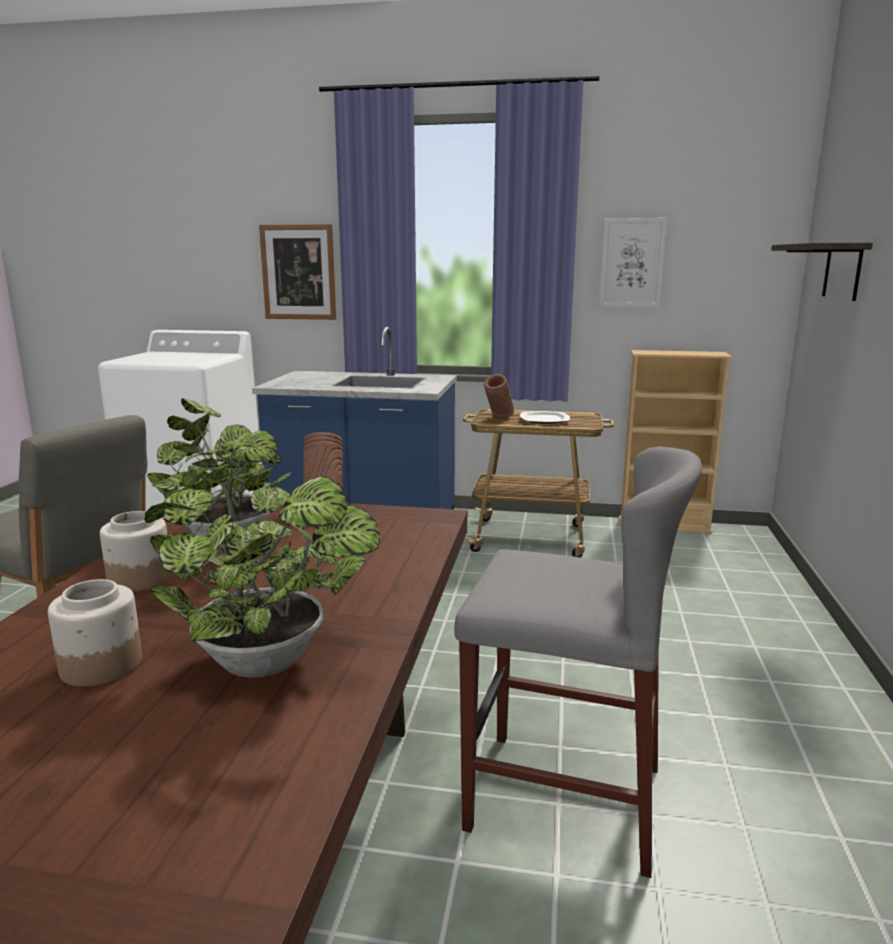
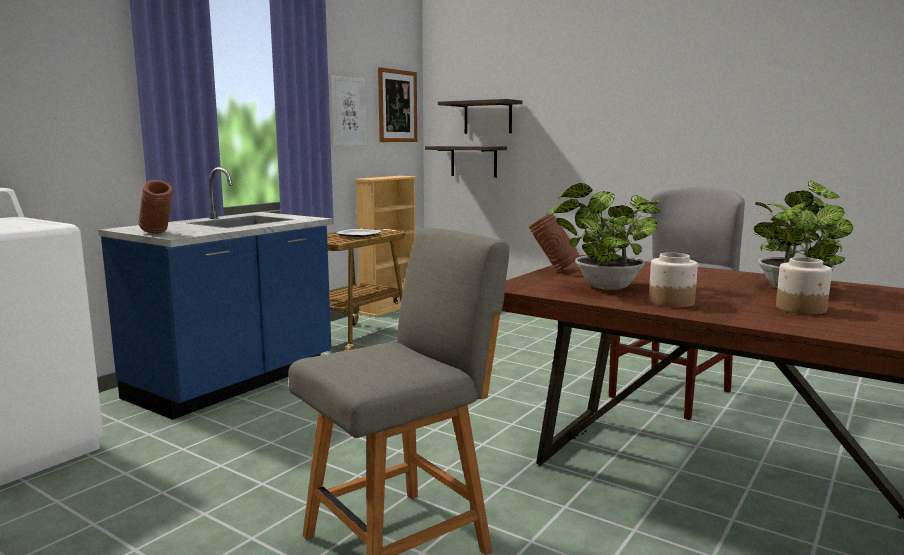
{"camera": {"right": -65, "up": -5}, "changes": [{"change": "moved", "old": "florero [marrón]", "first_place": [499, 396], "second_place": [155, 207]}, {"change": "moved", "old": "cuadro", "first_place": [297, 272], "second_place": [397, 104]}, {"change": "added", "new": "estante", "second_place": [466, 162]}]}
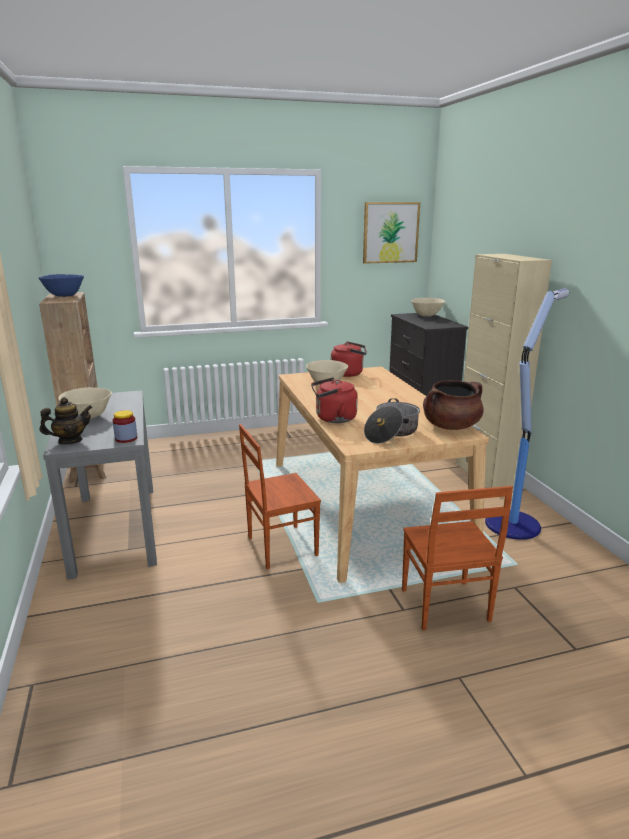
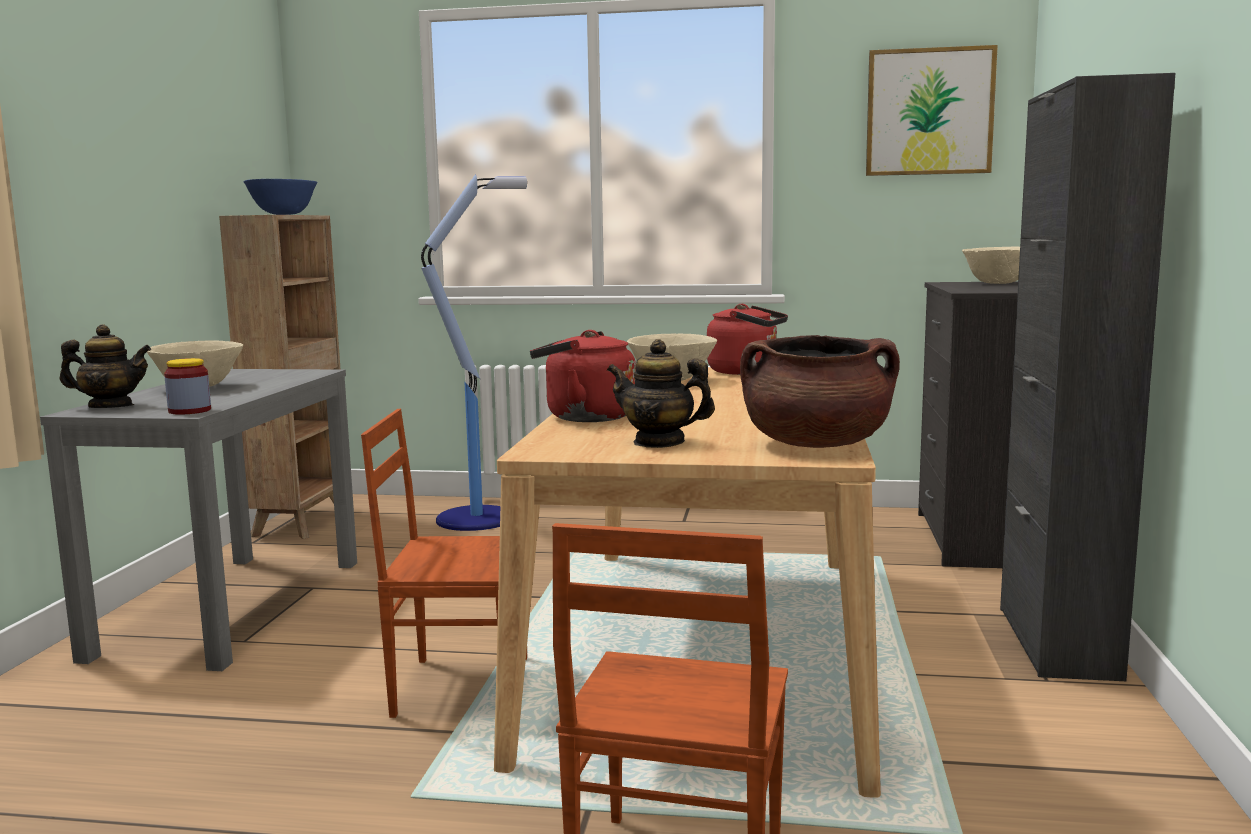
{"camera": {"right": 25, "up": -10}, "changes": [{"change": "moved", "old": "lámpara de pie", "first_place": [527, 414], "second_place": [474, 352]}, {"change": "replaced", "old": "olla", "new": "tetera", "first_place": [392, 421], "second_place": [661, 393]}, {"change": "recoloured", "old": "armario [beis]", "new": "armario [negro]", "first_place": [504, 372], "second_place": [1087, 377]}]}
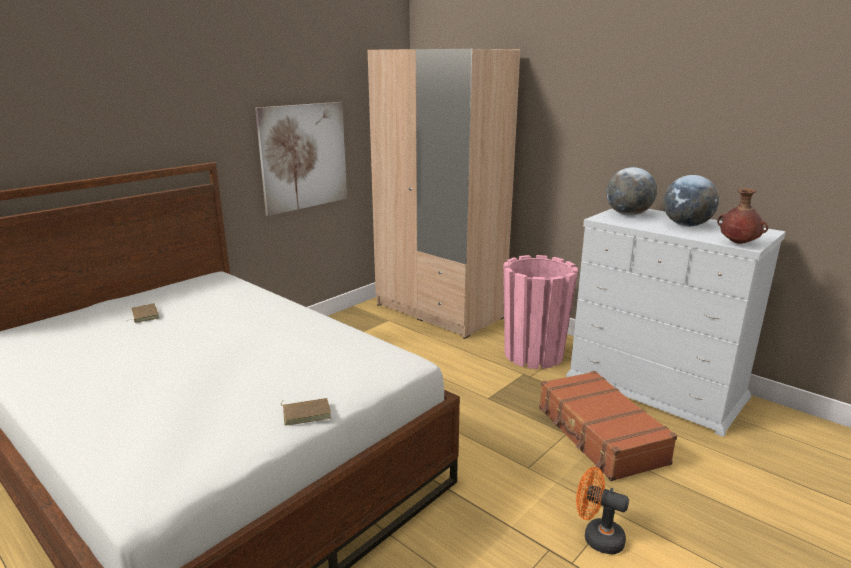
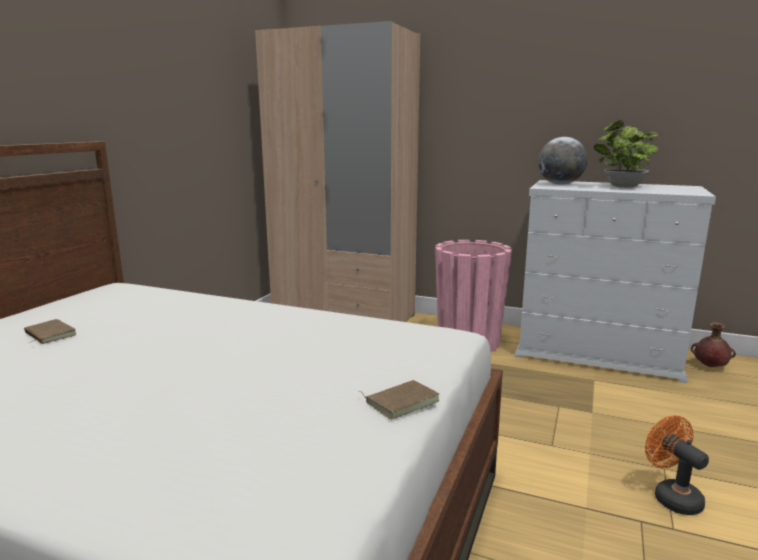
{"camera": {"right": -20, "up": -5}, "changes": [{"change": "replaced", "old": "globo terráqueo", "new": "planta en maceta", "first_place": [691, 200], "second_place": [626, 154]}, {"change": "turned", "old": "ventilador [naranja]", "first_place": [602, 511], "second_place": [677, 465], "degrees": 60}, {"change": "moved", "old": "florero [marrón]", "first_place": [743, 216], "second_place": [713, 344]}, {"change": "removed", "old": "cuadro", "first_place": [301, 159]}, {"change": "removed", "old": "maleta [marrón]", "first_place": [608, 426]}]}
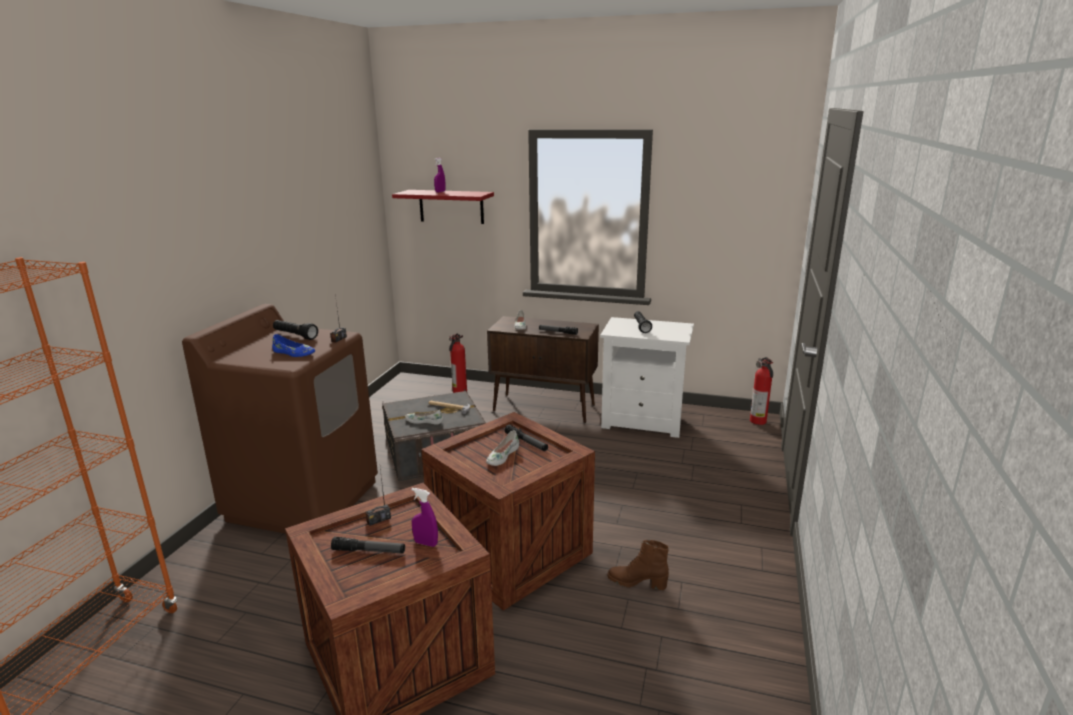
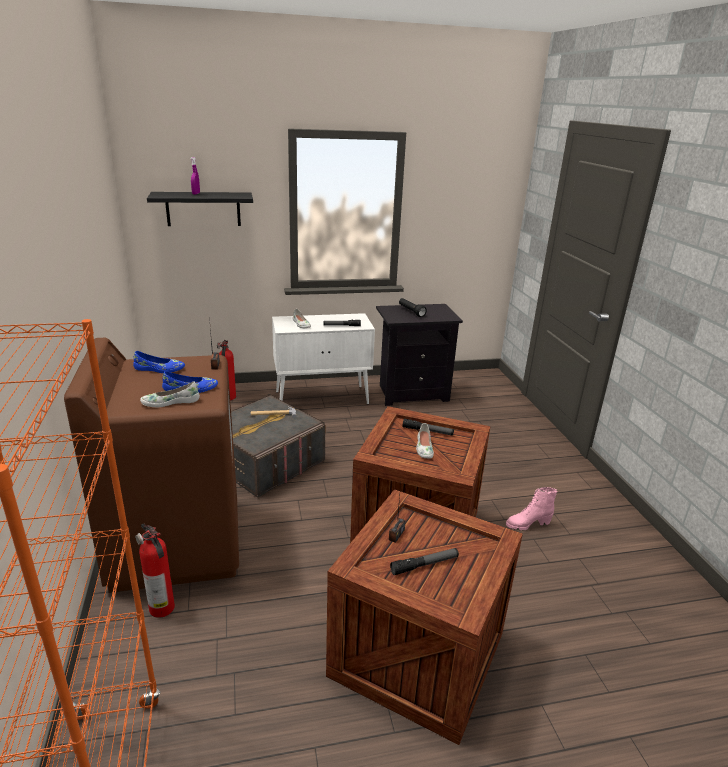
{"camera": {"right": -30, "up": 5}, "changes": [{"change": "replaced", "old": "linterna [negro]", "new": "zapato [azul]", "first_place": [295, 330], "second_place": [159, 362]}, {"change": "moved", "old": "extintor", "first_place": [761, 391], "second_place": [155, 571]}, {"change": "moved", "old": "zapato [blanco]", "first_place": [424, 417], "second_place": [170, 394]}, {"change": "recoloured", "old": "estante [rojo]", "new": "estante [negro]", "first_place": [443, 207], "second_place": [200, 209]}, {"change": "recoloured", "old": "armario [marrón]", "new": "armario [blanco]", "first_place": [543, 369], "second_place": [323, 358]}, {"change": "recoloured", "old": "mesita de noche [blanco]", "new": "mesita de noche [negro]", "first_place": [647, 377], "second_place": [419, 355]}, {"change": "recoloured", "old": "bota [marrón]", "new": "bota [rosa]", "first_place": [638, 565], "second_place": [531, 509]}, {"change": "removed", "old": "pulverizador [morado]", "first_place": [424, 517]}]}
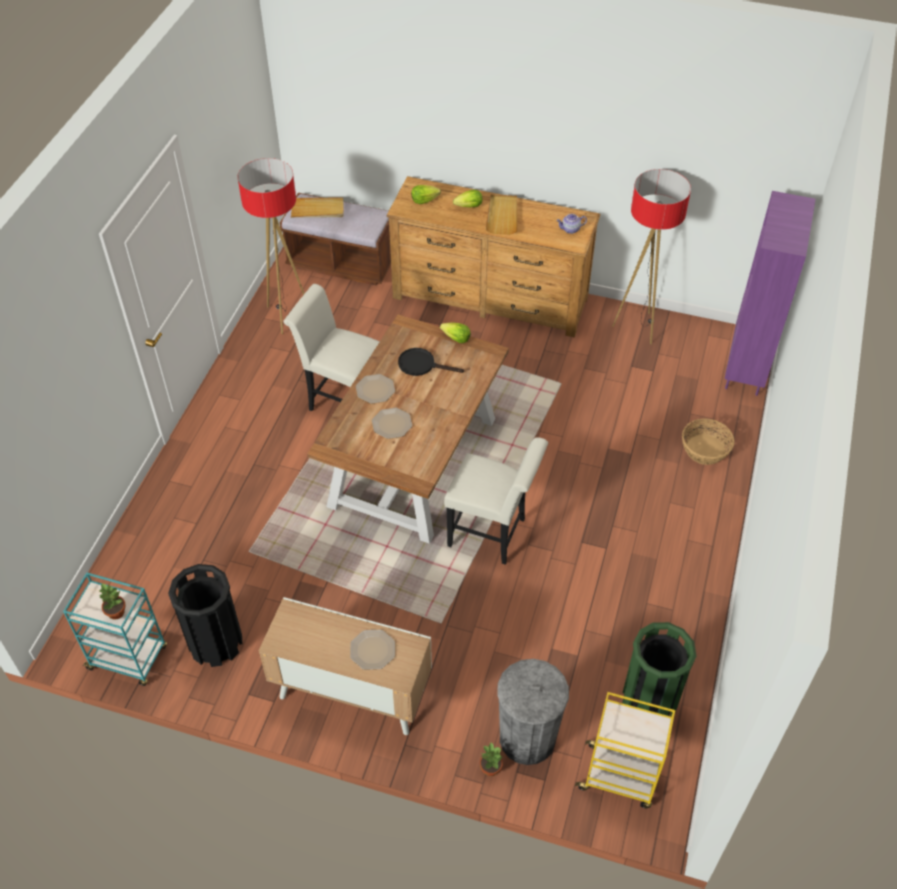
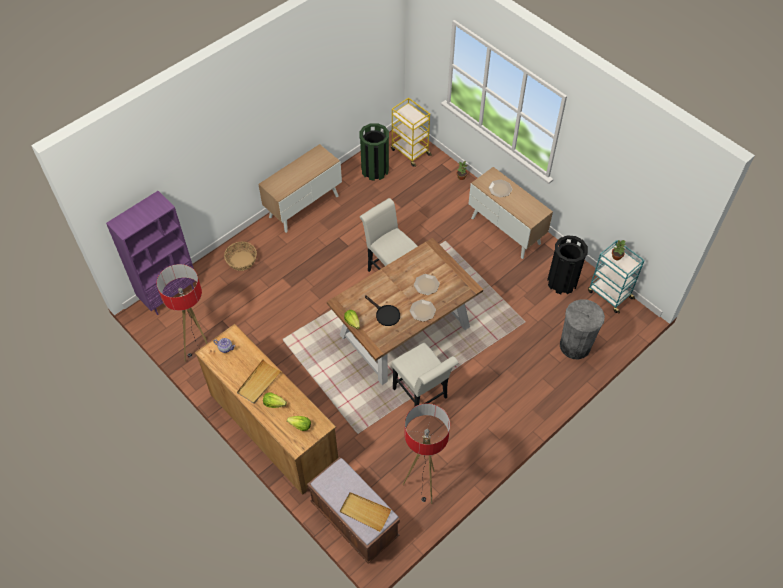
{"camera": {"right": -150, "up": 5}, "changes": [{"change": "added", "new": "armario", "second_place": [300, 188]}, {"change": "moved", "old": "papelera [gris]", "first_place": [533, 712], "second_place": [582, 329]}]}
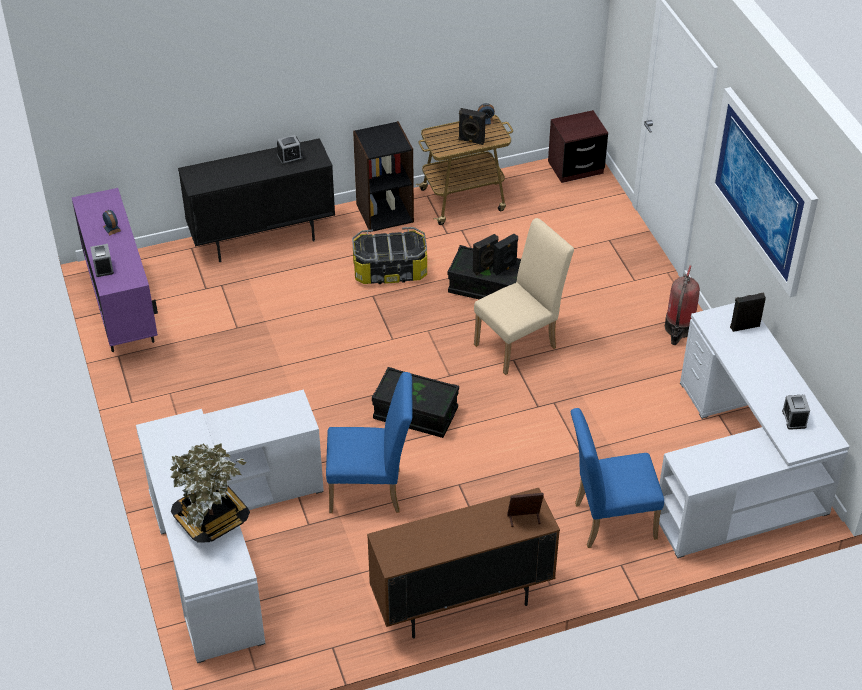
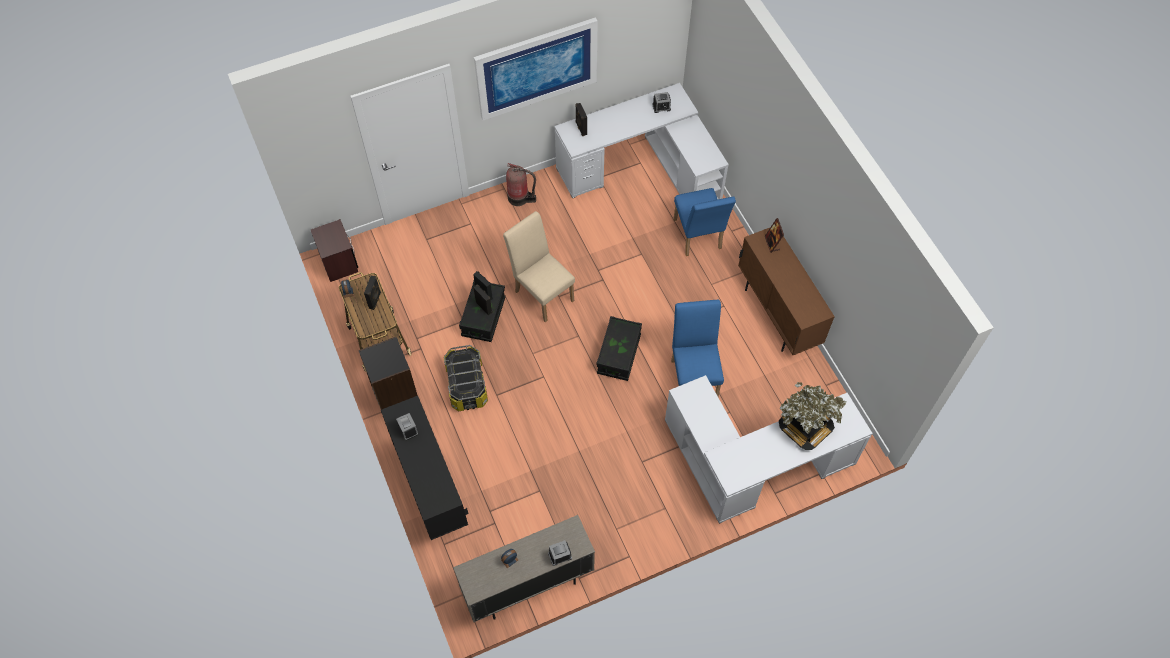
{"camera": {"right": -95, "up": 15}, "changes": [{"change": "recoloured", "old": "armario [morado]", "new": "armario [beis]", "first_place": [115, 270], "second_place": [524, 568]}]}
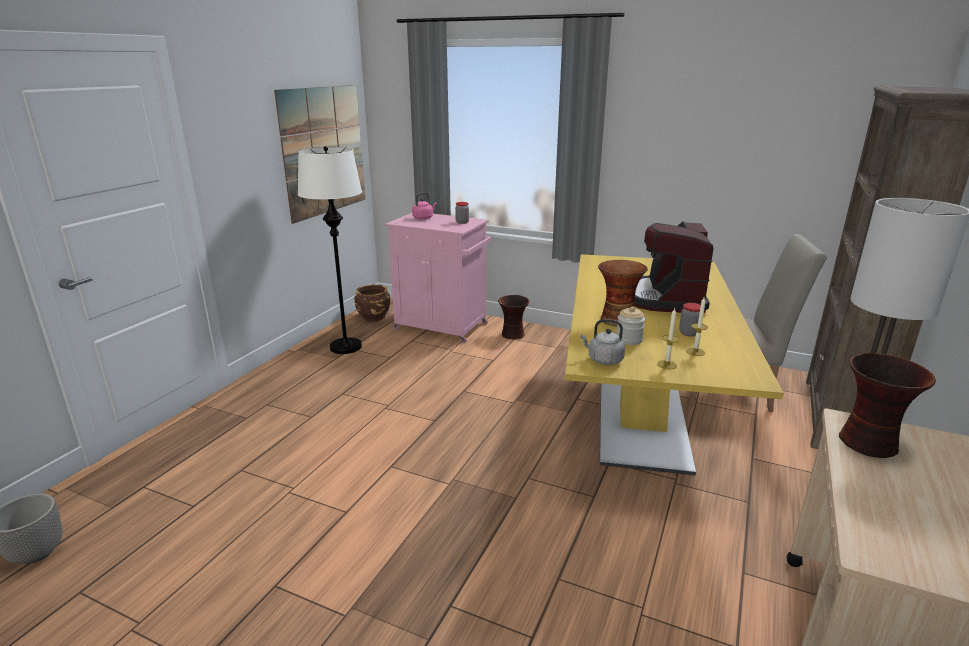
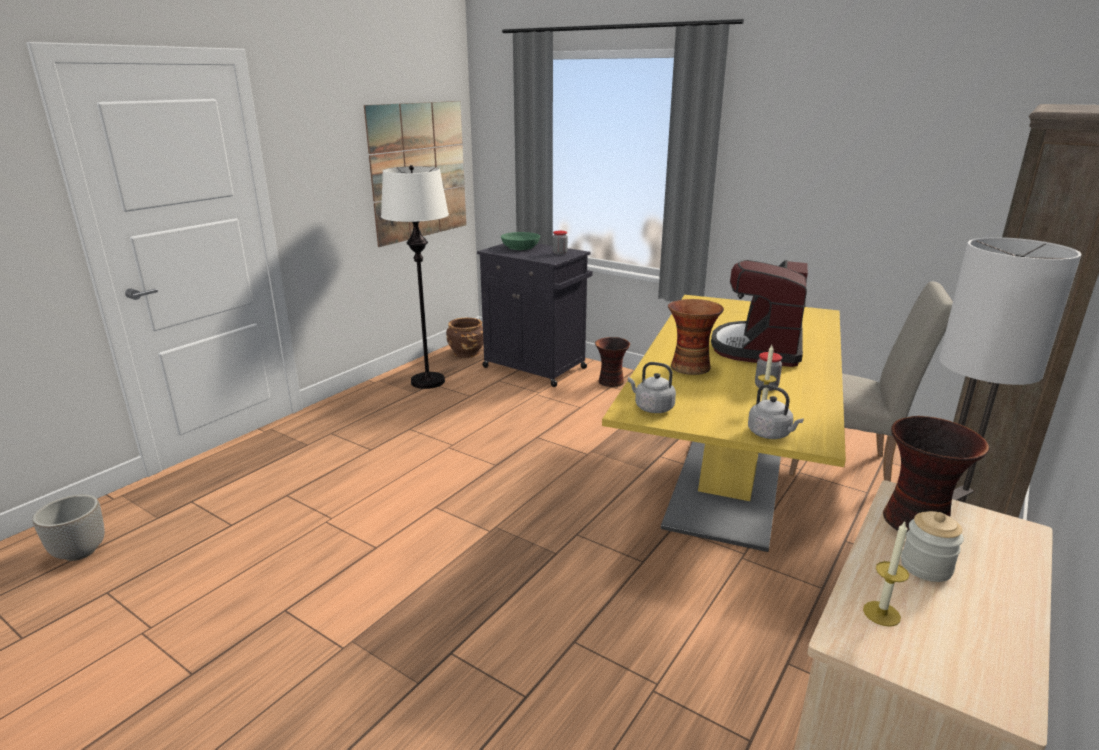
{"camera": {"right": 10, "up": 0}, "changes": [{"change": "recoloured", "old": "armario [rosa]", "new": "armario [negro]", "first_place": [438, 278], "second_place": [535, 315]}, {"change": "replaced", "old": "hervidor [rosa]", "new": "cuenco [verde]", "first_place": [424, 206], "second_place": [520, 241]}, {"change": "added", "new": "hervidor [gris]", "second_place": [776, 411]}, {"change": "moved", "old": "vela", "first_place": [668, 338], "second_place": [886, 574]}, {"change": "moved", "old": "tarro", "first_place": [630, 325], "second_place": [932, 546]}]}
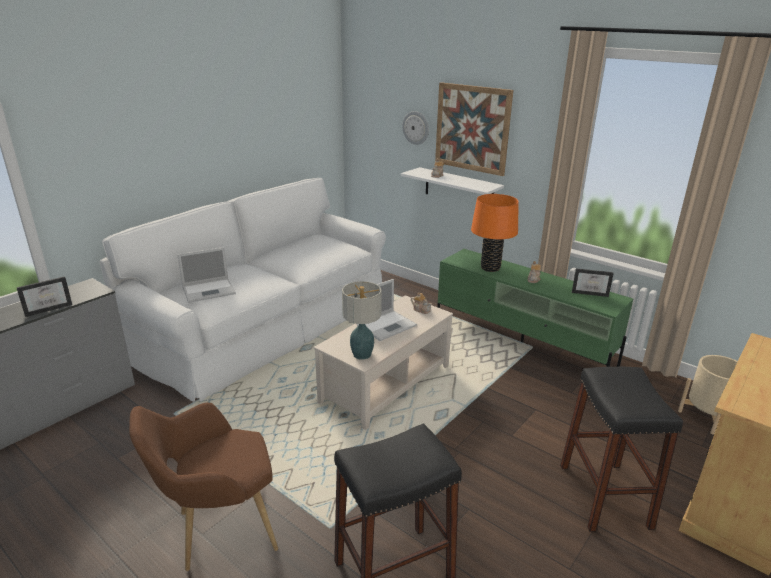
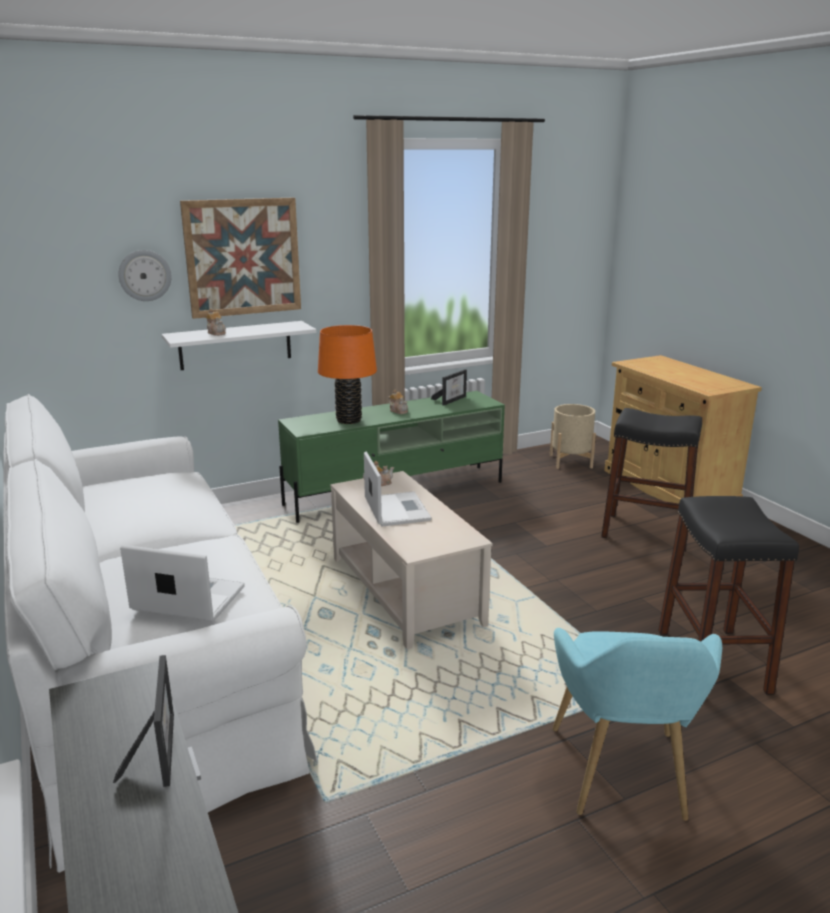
{"camera": {"right": -65, "up": -5}, "changes": [{"change": "turned", "old": "portátil", "first_place": [206, 275], "second_place": [182, 583], "degrees": -75}, {"change": "recoloured", "old": "sillón [marrón]", "new": "sillón [turquesa]", "first_place": [203, 487], "second_place": [637, 724]}, {"change": "removed", "old": "lámpara de mesa", "first_place": [362, 320]}]}
